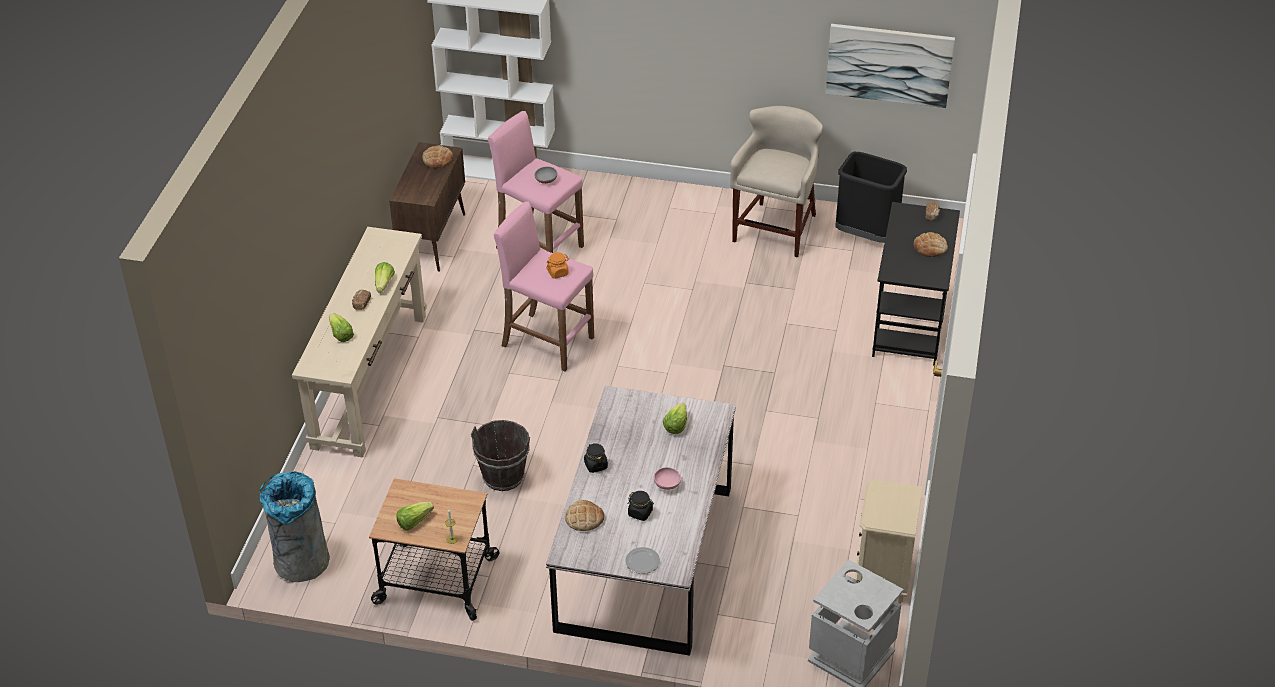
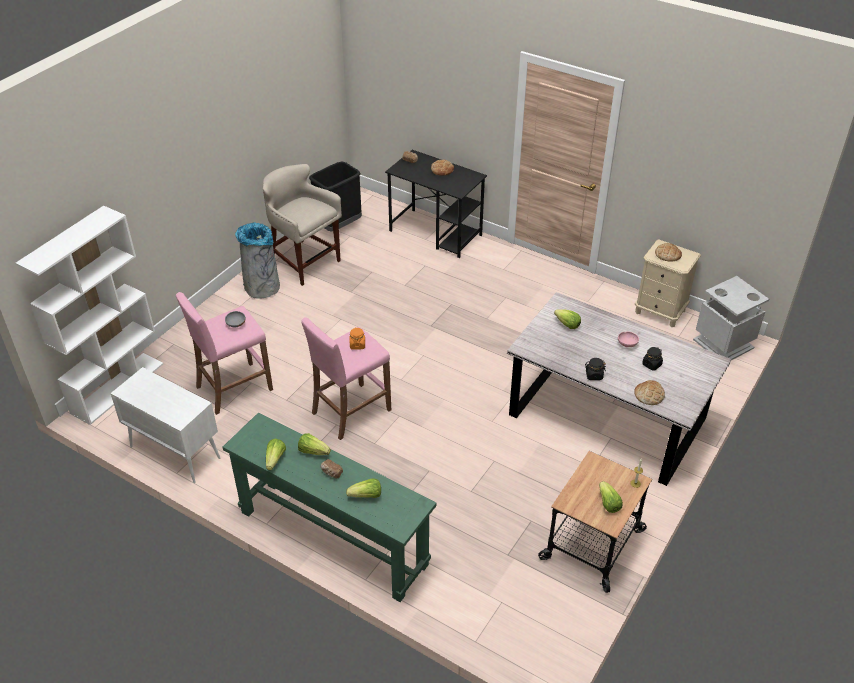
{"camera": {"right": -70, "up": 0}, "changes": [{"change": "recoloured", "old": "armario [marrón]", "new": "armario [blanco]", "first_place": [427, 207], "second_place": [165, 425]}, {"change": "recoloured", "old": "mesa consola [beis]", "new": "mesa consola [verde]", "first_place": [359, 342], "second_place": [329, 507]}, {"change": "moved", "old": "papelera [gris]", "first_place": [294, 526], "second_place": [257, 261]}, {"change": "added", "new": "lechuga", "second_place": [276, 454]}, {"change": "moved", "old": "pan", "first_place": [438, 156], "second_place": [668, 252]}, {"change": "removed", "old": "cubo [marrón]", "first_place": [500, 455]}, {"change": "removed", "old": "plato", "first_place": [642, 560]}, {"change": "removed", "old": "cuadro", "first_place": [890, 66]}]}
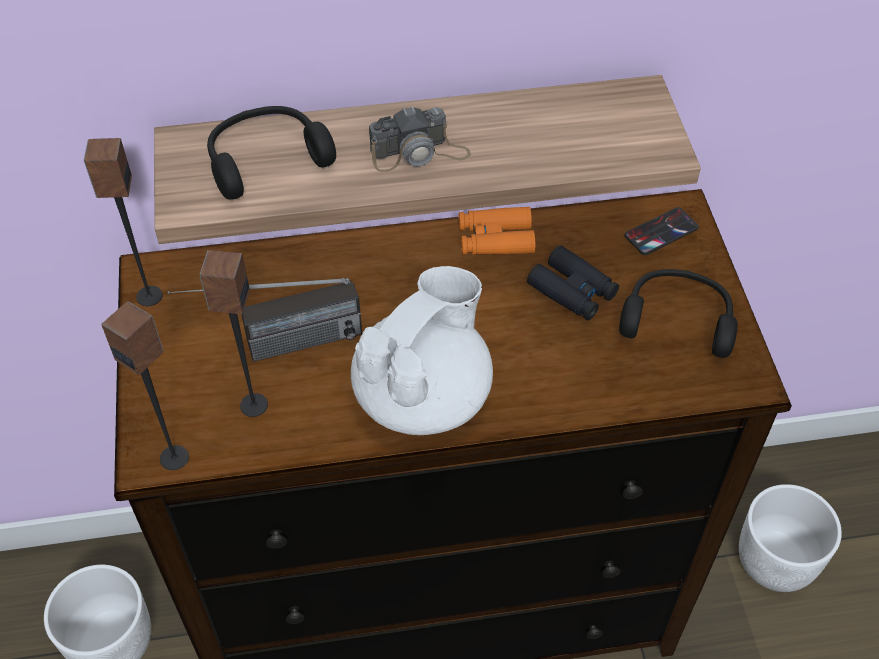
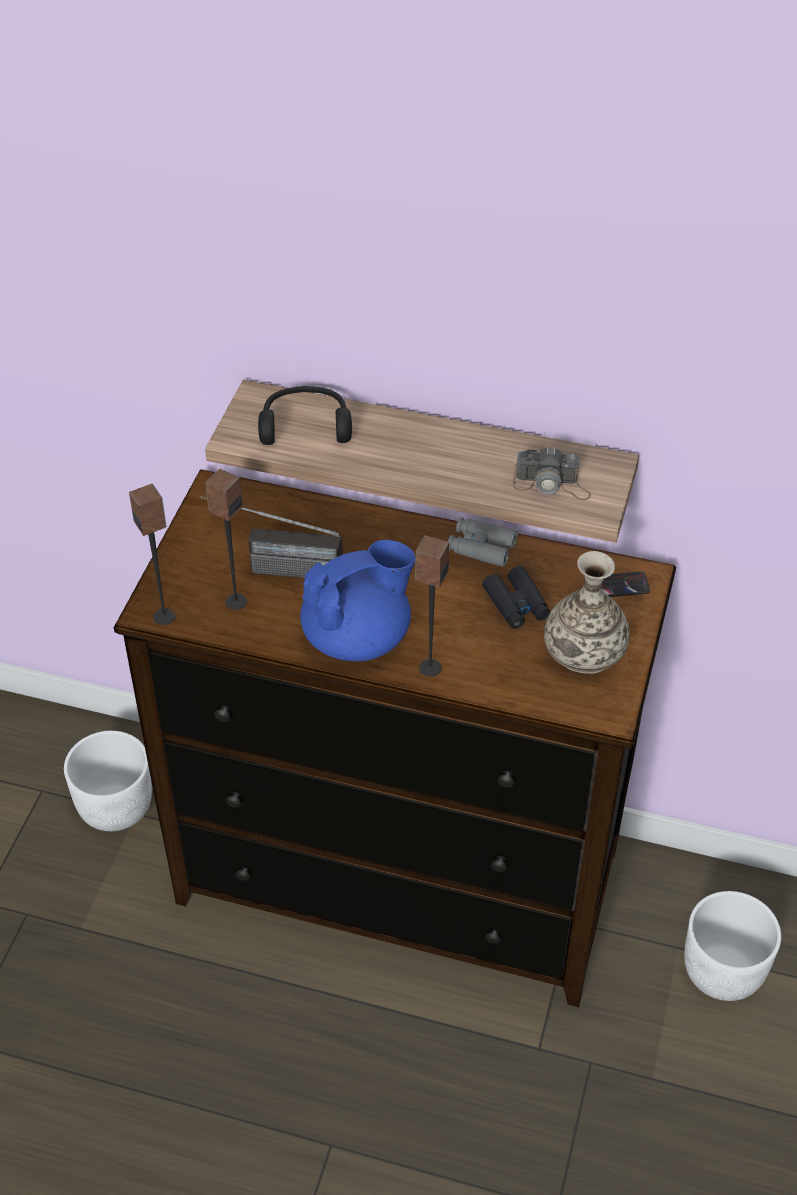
{"camera": {"right": 25, "up": -5}, "changes": [{"change": "recoloured", "old": "tetera [blanco]", "new": "tetera [azul]", "first_place": [422, 350], "second_place": [357, 600]}, {"change": "moved", "old": "altavoz", "first_place": [123, 222], "second_place": [432, 606]}, {"change": "recoloured", "old": "prismáticos [naranja]", "new": "prismáticos [gris]", "first_place": [496, 231], "second_place": [483, 542]}, {"change": "moved", "old": "cámara", "first_place": [420, 139], "second_place": [552, 473]}, {"change": "replaced", "old": "auriculares [negro]", "new": "florero", "first_place": [678, 313], "second_place": [587, 612]}]}
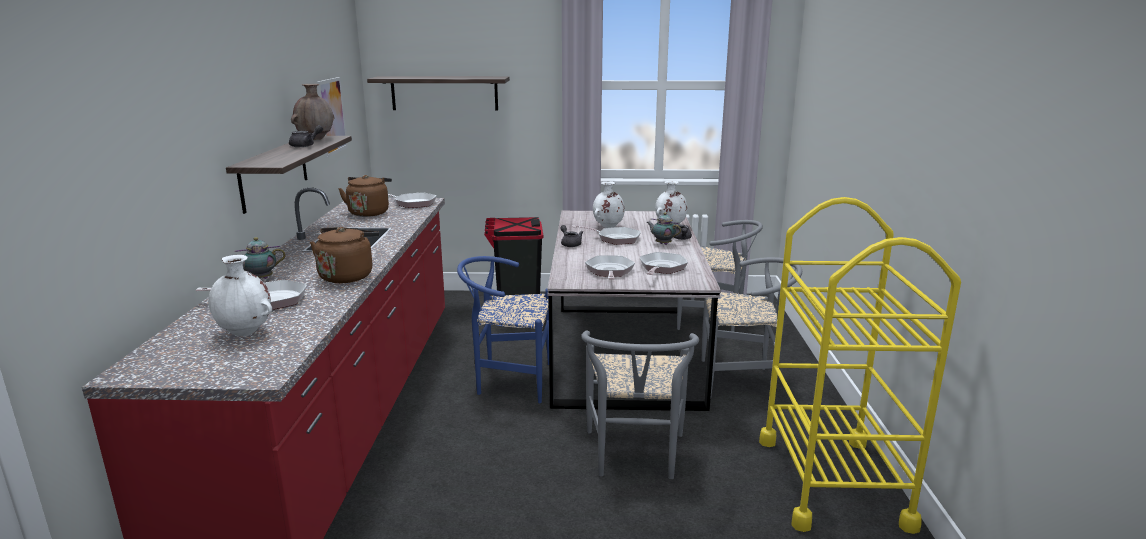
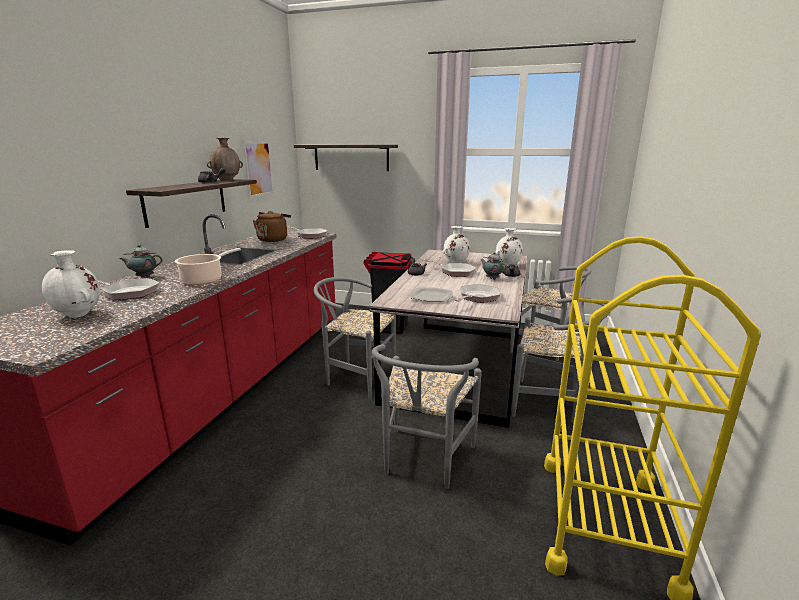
{"camera": {"right": 15, "up": 0}, "changes": [{"change": "replaced", "old": "hervidor [marrón]", "new": "olla", "first_place": [345, 255], "second_place": [208, 266]}, {"change": "recoloured", "old": "silla [azul]", "new": "silla [gris]", "first_place": [503, 329], "second_place": [355, 338]}, {"change": "replaced", "old": "sartén", "new": "plato", "first_place": [610, 267], "second_place": [431, 294]}]}
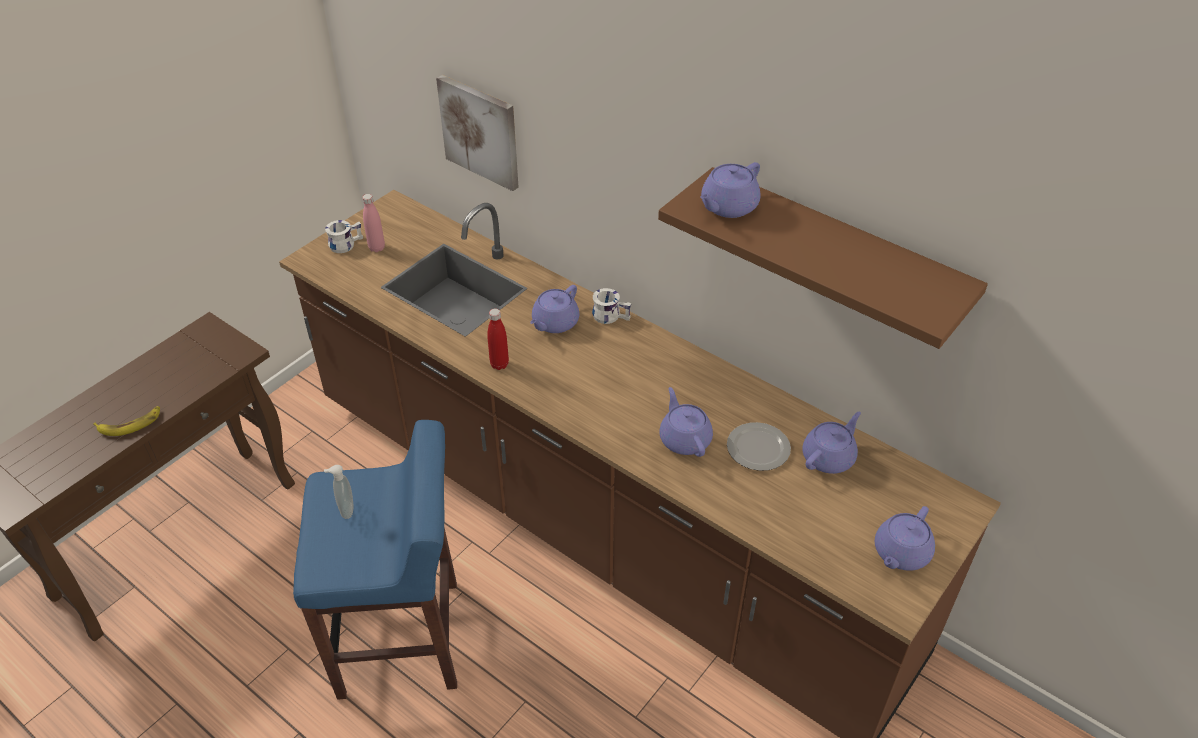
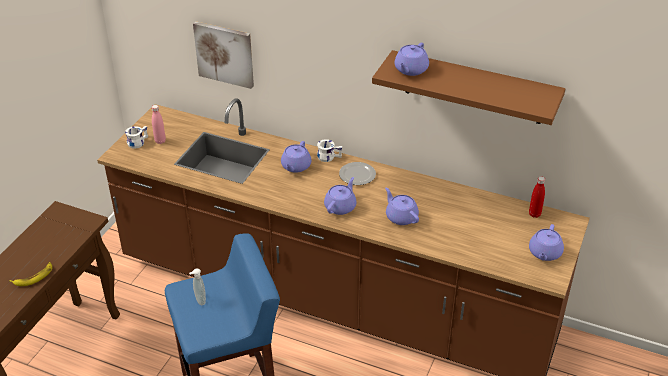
{"camera": {"right": -15, "up": -5}, "changes": [{"change": "moved", "old": "tetera [morado]", "first_place": [831, 443], "second_place": [340, 196]}, {"change": "moved", "old": "plato", "first_place": [759, 446], "second_place": [357, 173]}, {"change": "moved", "old": "botella [rojo]", "first_place": [498, 339], "second_place": [537, 197]}]}
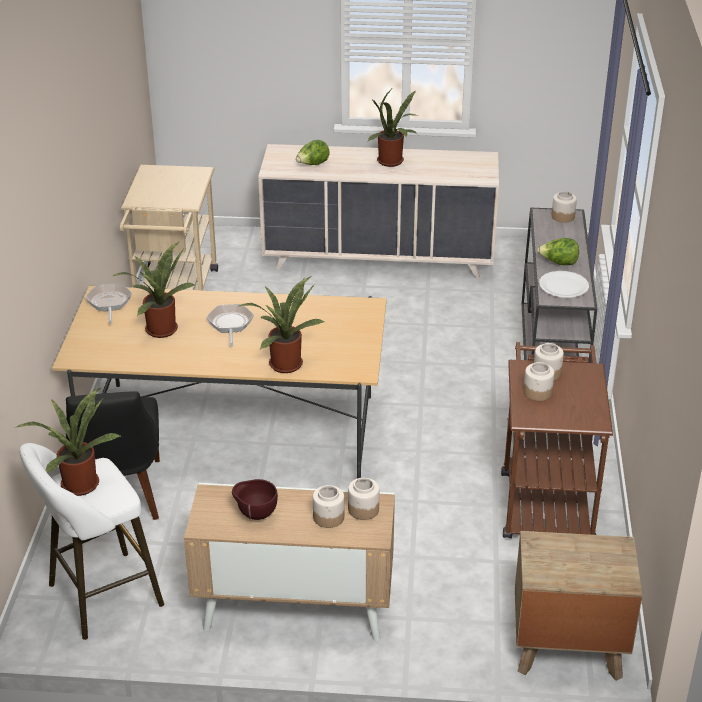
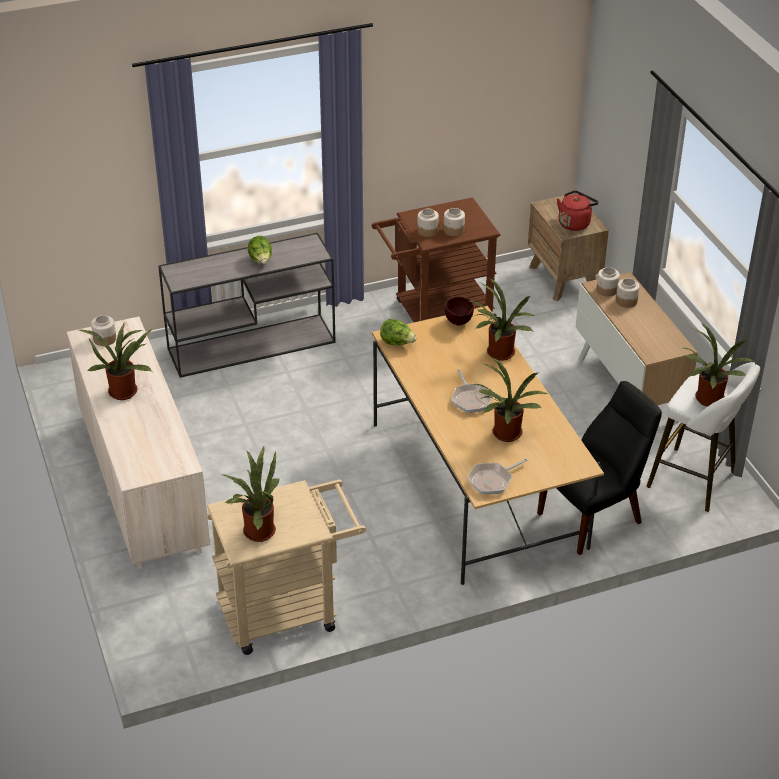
{"camera": {"right": -115, "up": 5}, "changes": [{"change": "moved", "old": "tarro", "first_place": [564, 207], "second_place": [103, 330]}, {"change": "added", "new": "planta en maceta", "second_place": [250, 493]}, {"change": "moved", "old": "lechuga", "first_place": [313, 152], "second_place": [398, 332]}, {"change": "moved", "old": "cuenco [marrón]", "first_place": [255, 499], "second_place": [459, 311]}, {"change": "turned", "old": "sartén", "first_place": [230, 325], "second_place": [471, 391], "degrees": -75}, {"change": "added", "new": "hervidor [rojo]", "second_place": [577, 210]}, {"change": "removed", "old": "plato [blanco]", "first_place": [564, 284]}]}
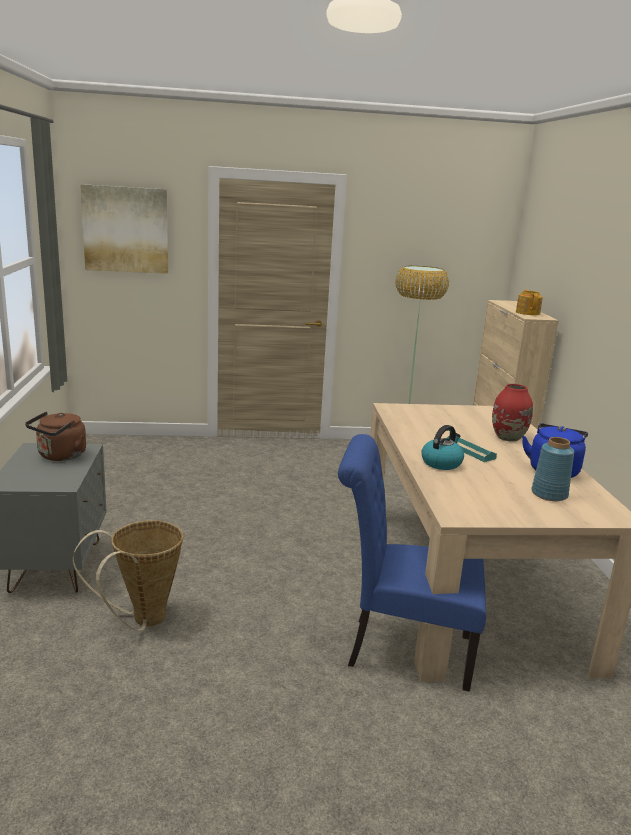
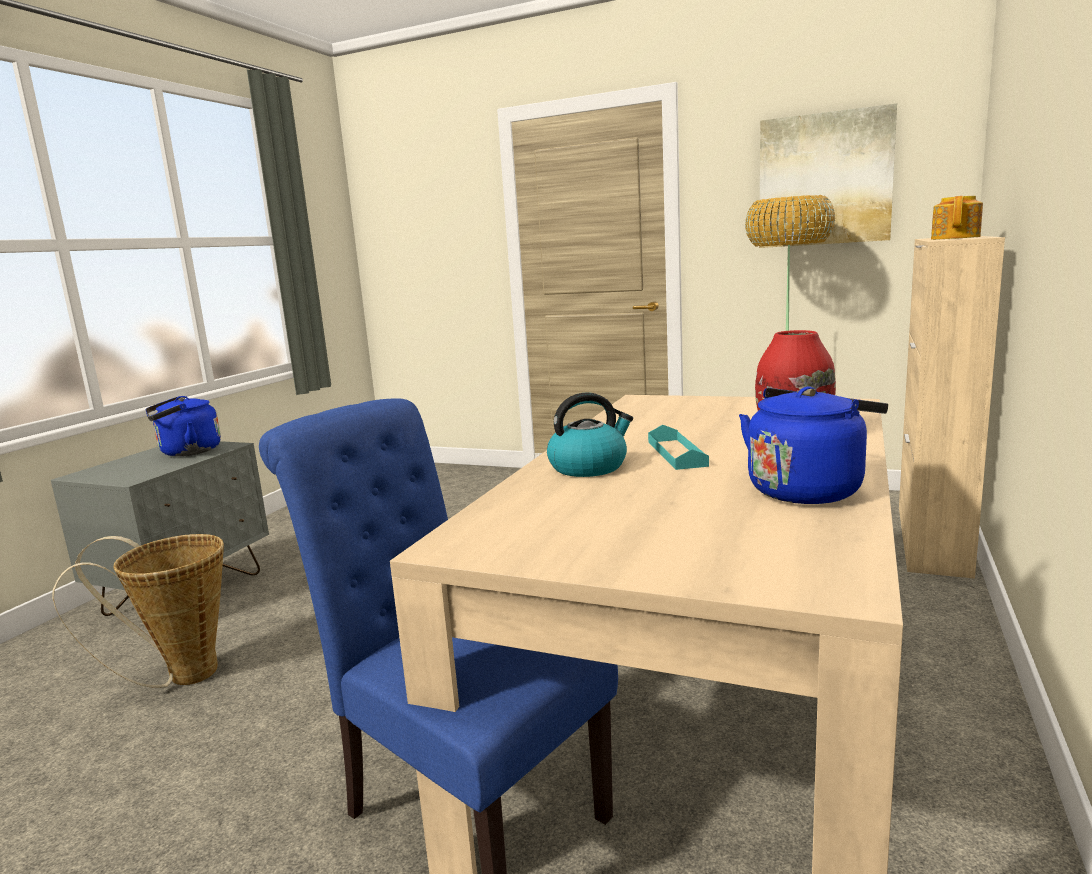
{"camera": {"right": 30, "up": -5}, "changes": [{"change": "recoloured", "old": "hervidor [marrón]", "new": "hervidor [azul]", "first_place": [55, 436], "second_place": [183, 426]}, {"change": "moved", "old": "cuadro", "first_place": [124, 229], "second_place": [828, 175]}, {"change": "removed", "old": "florero [azul]", "first_place": [552, 469]}]}
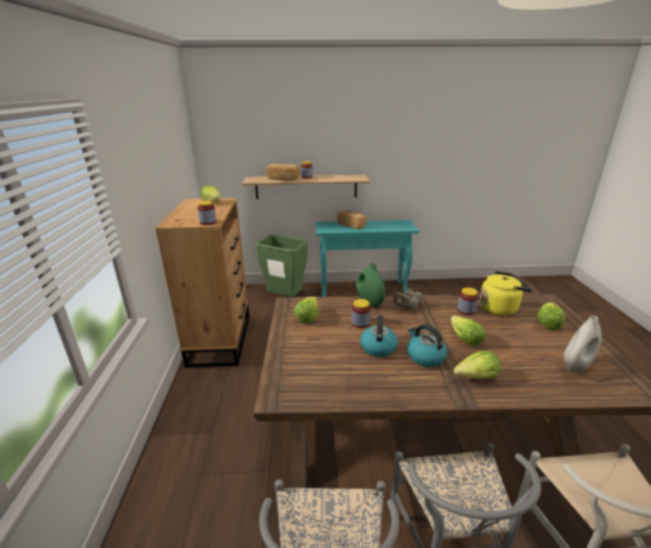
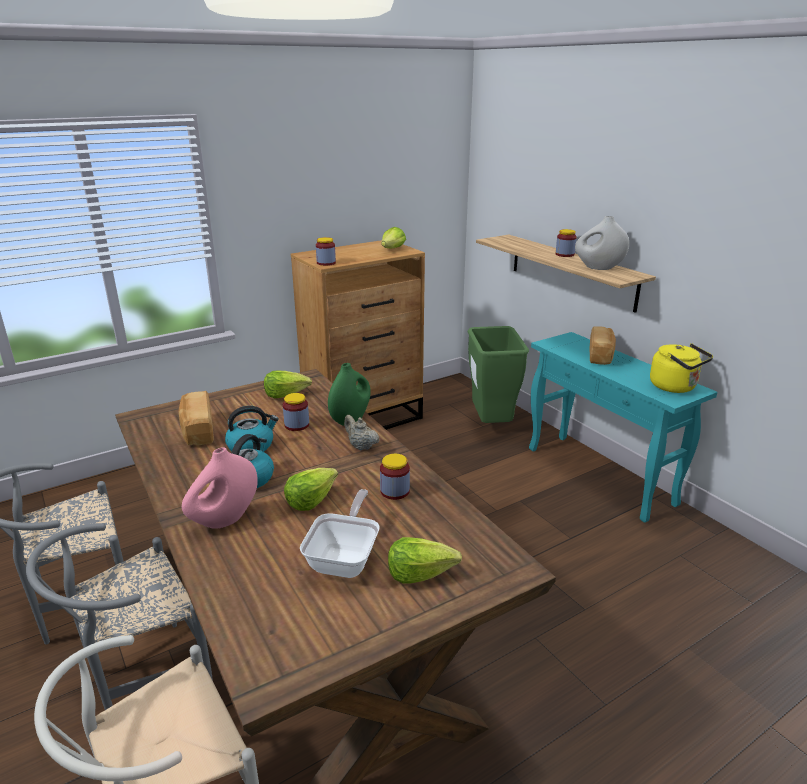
{"camera": {"right": 60, "up": 0}, "changes": [{"change": "moved", "old": "pan", "first_place": [283, 172], "second_place": [196, 418]}, {"change": "replaced", "old": "lechuga", "new": "florero [rosa]", "first_place": [477, 365], "second_place": [220, 488]}, {"change": "added", "new": "sartén", "second_place": [340, 533]}, {"change": "moved", "old": "florero [blanco]", "first_place": [582, 344], "second_place": [602, 243]}, {"change": "moved", "old": "hervidor [amarillo]", "first_place": [506, 293], "second_place": [681, 368]}]}
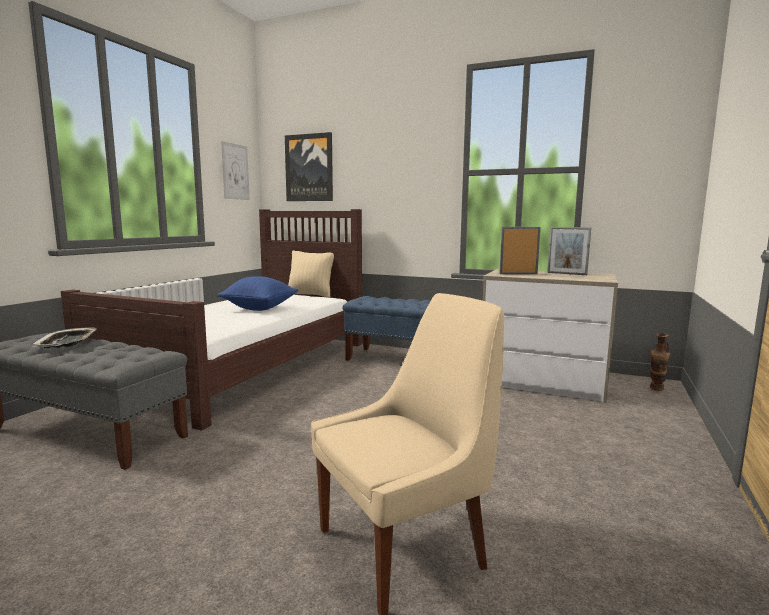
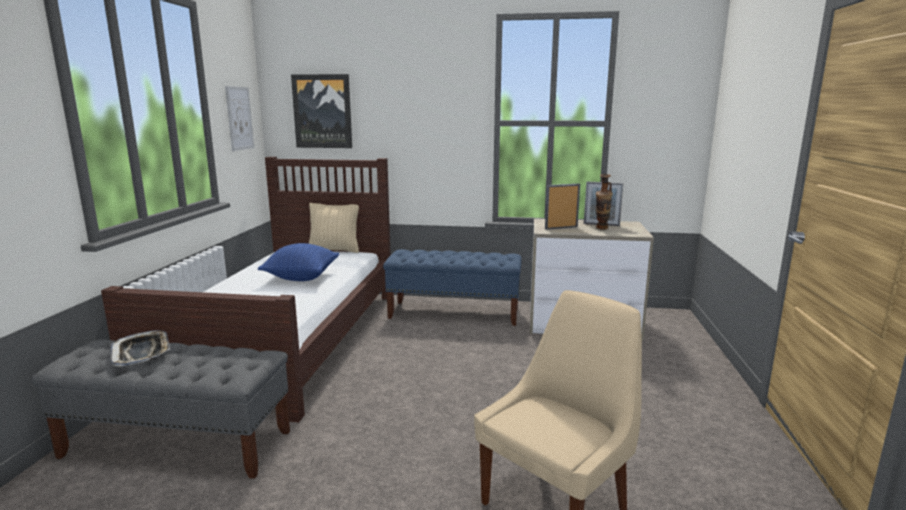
{"camera": {"right": -15, "up": 5}, "changes": [{"change": "moved", "old": "florero", "first_place": [660, 362], "second_place": [604, 202]}]}
